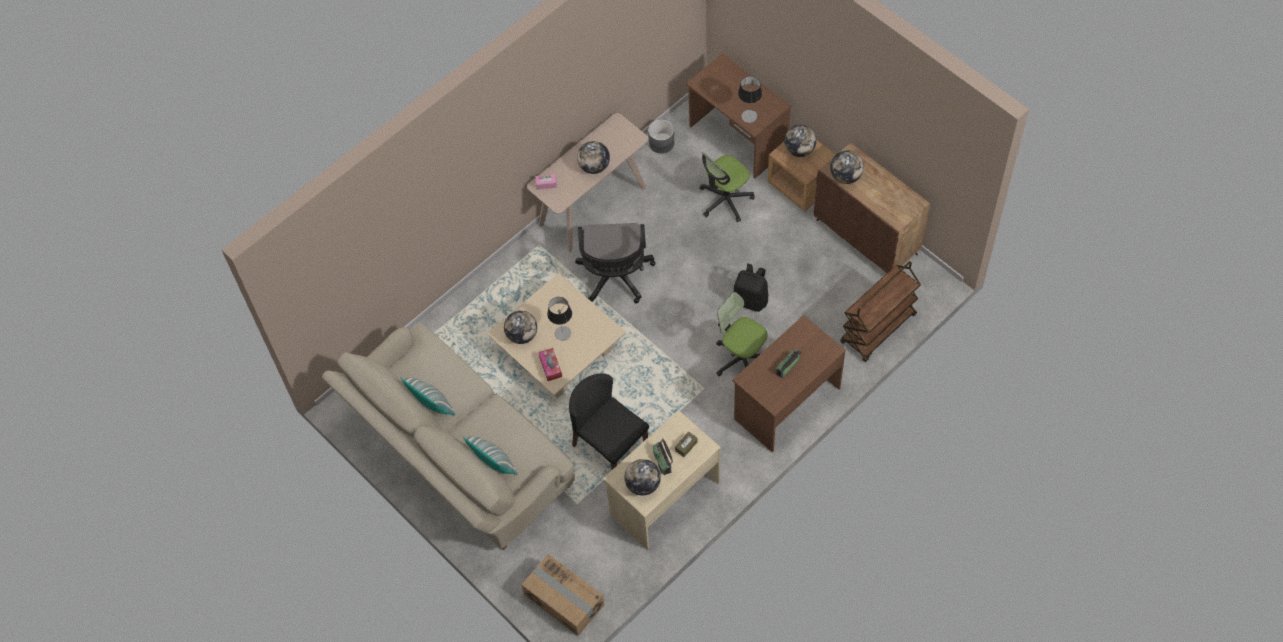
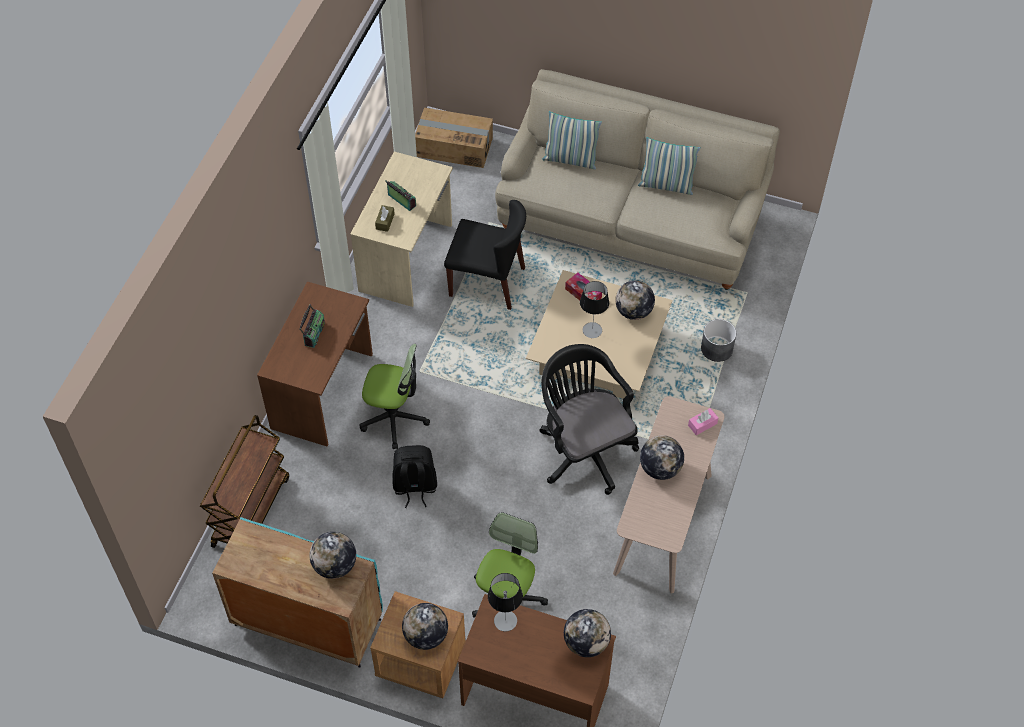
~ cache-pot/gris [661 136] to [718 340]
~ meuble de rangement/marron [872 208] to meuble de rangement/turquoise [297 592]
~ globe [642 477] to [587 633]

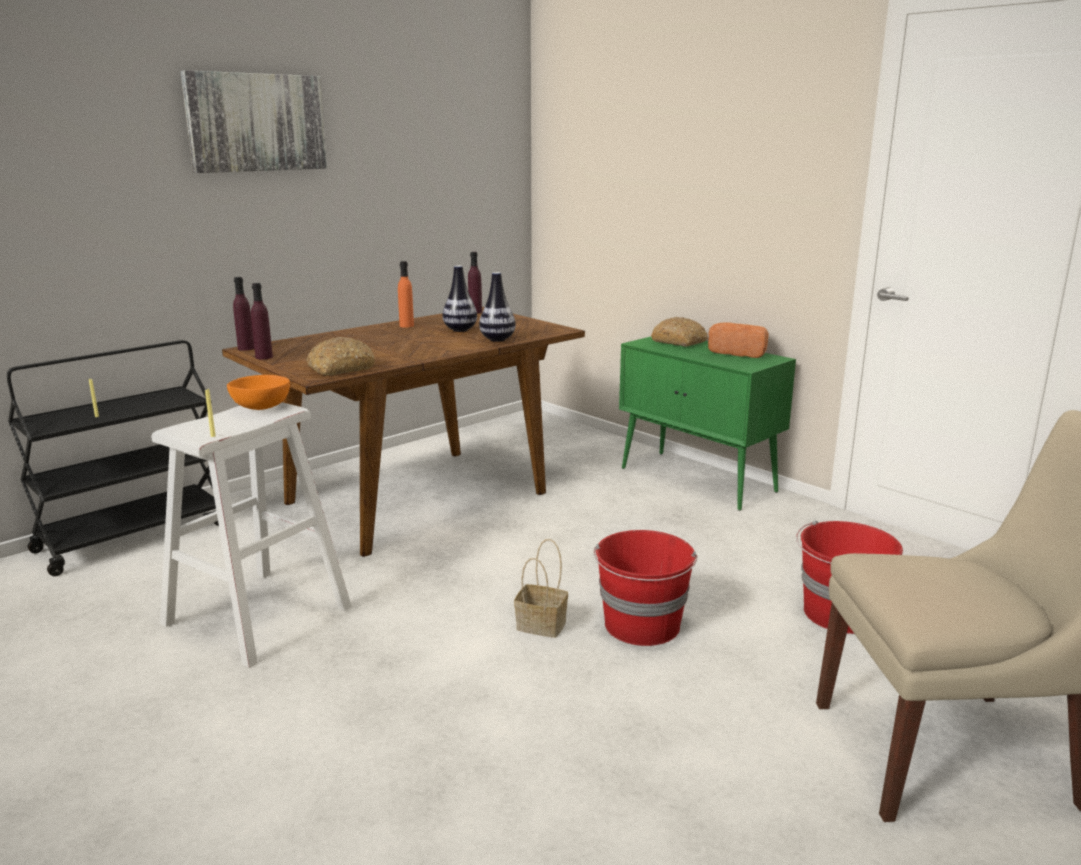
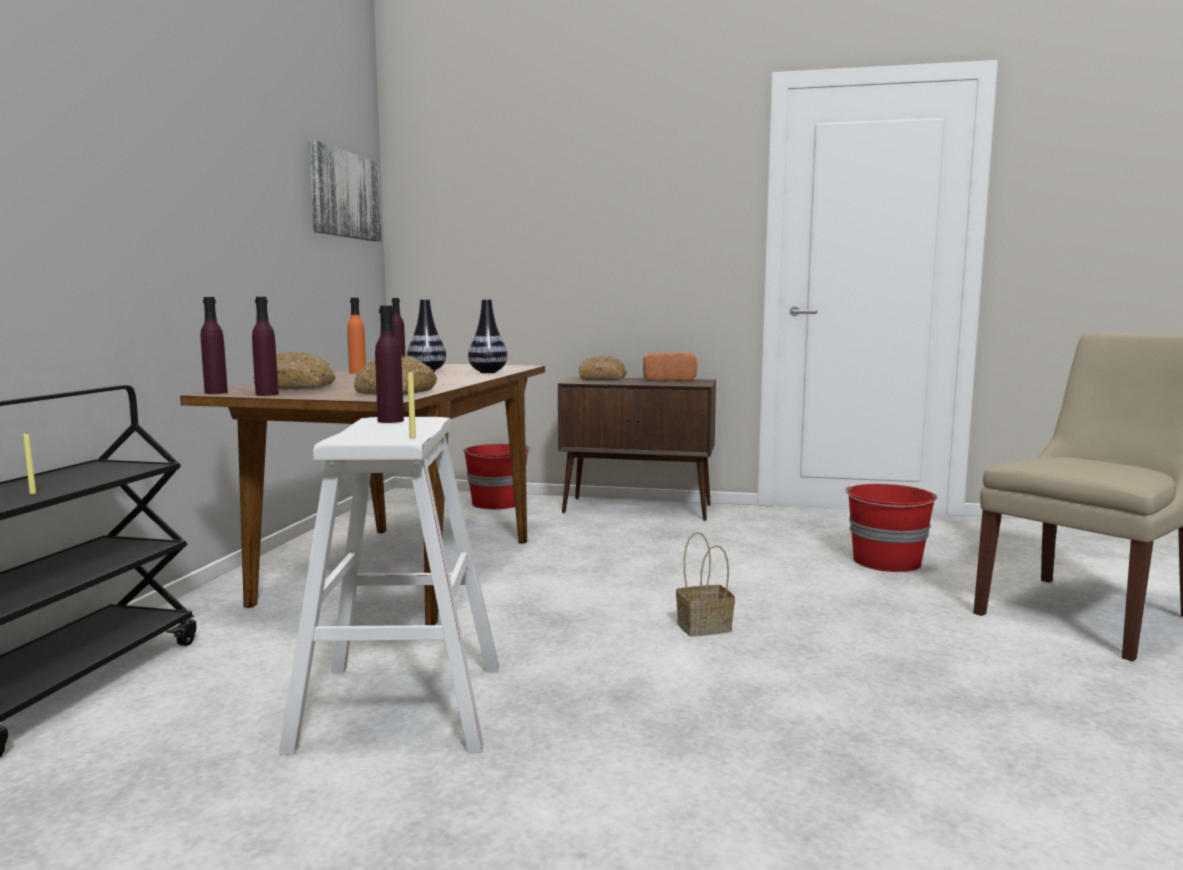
~ tableau [253 121] to [345 190]
~ meuble de rangement/vert [707 424] to meuble de rangement/marron [637 449]
~ bol/orange [258 392] to bouteille/violet [389 364]
~ seau/rouge [645 588] to [497 476]
+ pain [294 370]

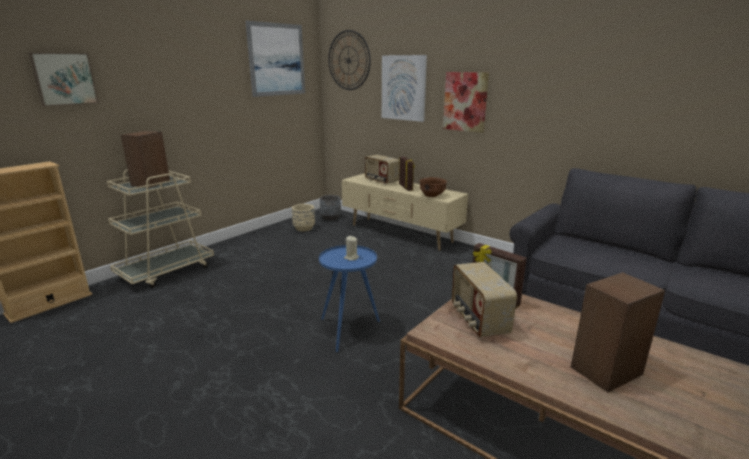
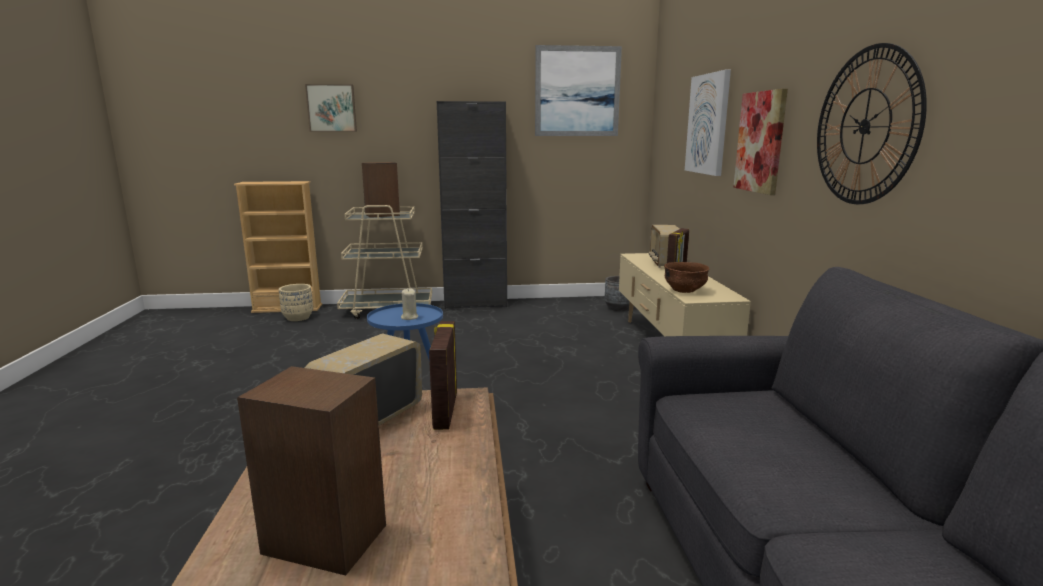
~ horloge murale [349 60] to [872 123]
~ cache-pot/beige [303 218] to [296 302]
+ meuble de rangement/noir [472 205]

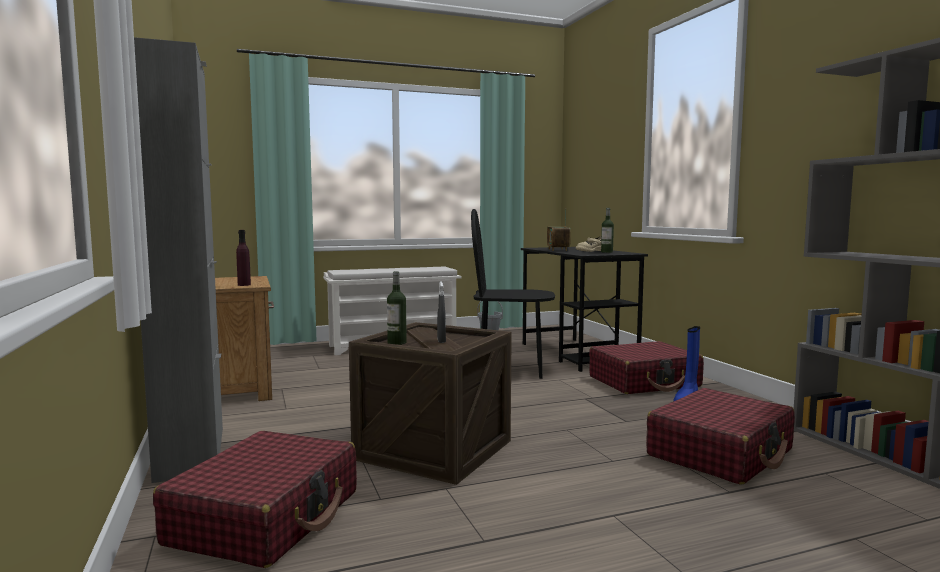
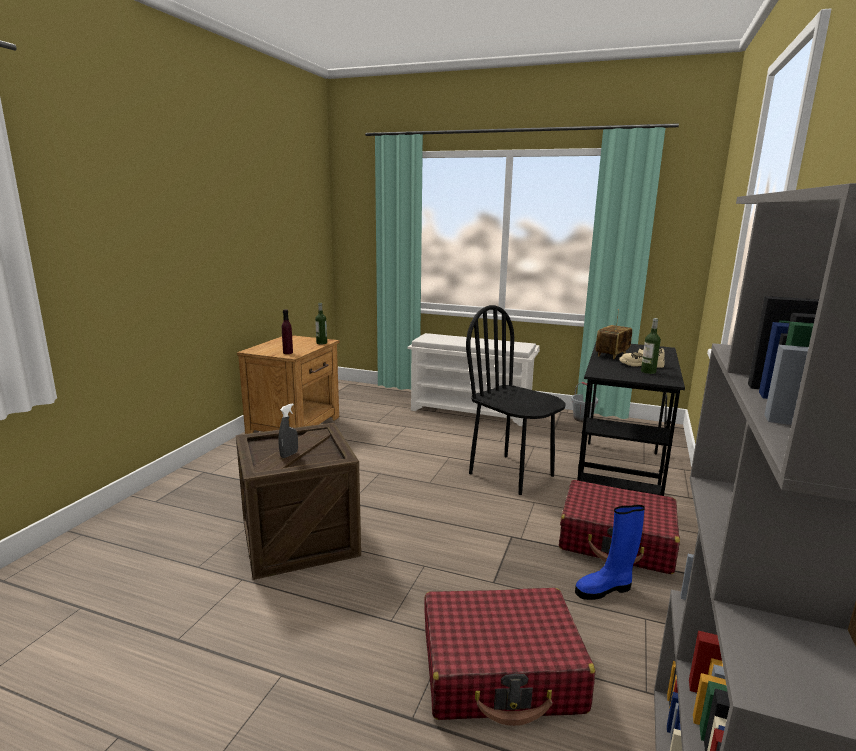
- meuble de rangement/gris [178 260]
~ bouteille [397 308] to [321 323]
- valise/rouge [255 499]

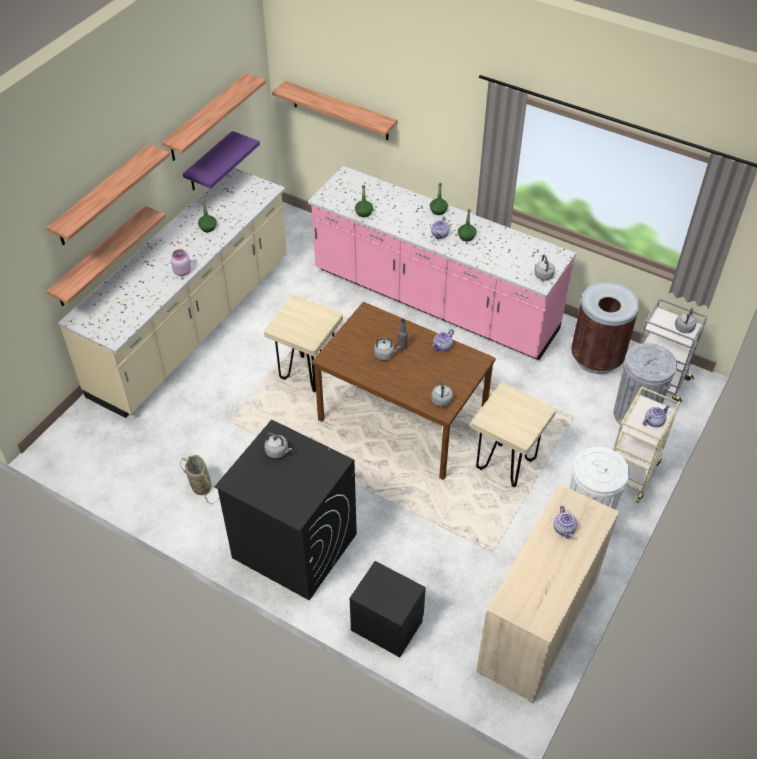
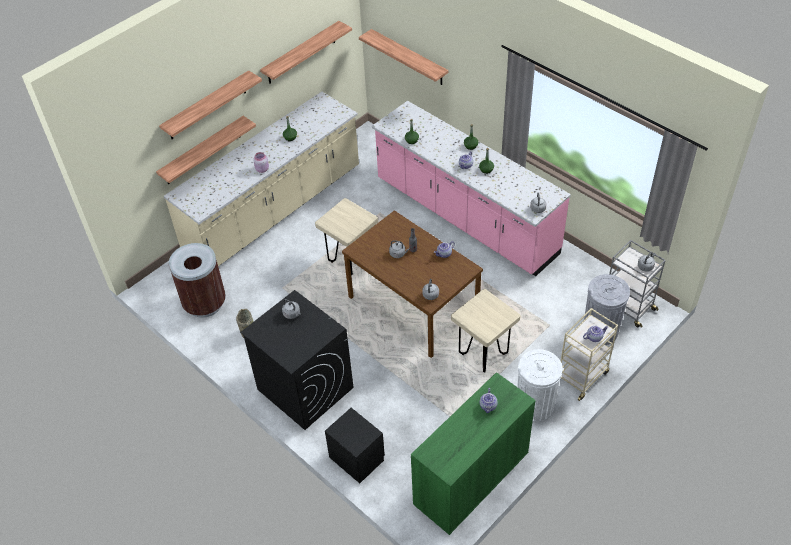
- étagère/violet [221 161]
~ poubelle/marron [605 327] to [197 280]
~ meuble de rangement/beige [547 593] to meuble de rangement/vert [473 453]

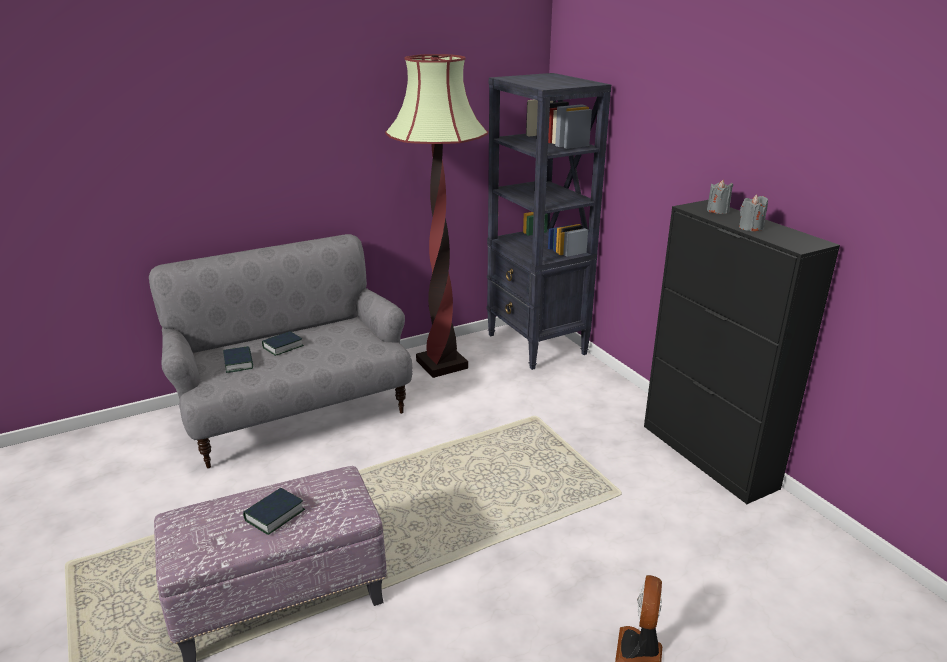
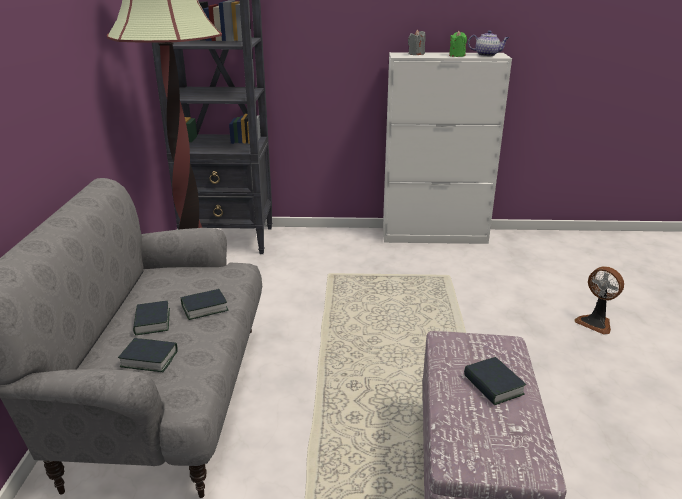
~ bougie/gris [753 213] to bougie/vert [458 44]
~ meuble de rangement/noir [742 352] to meuble de rangement/blanc [447 148]
+ théière [488 43]
+ livre [205 304]

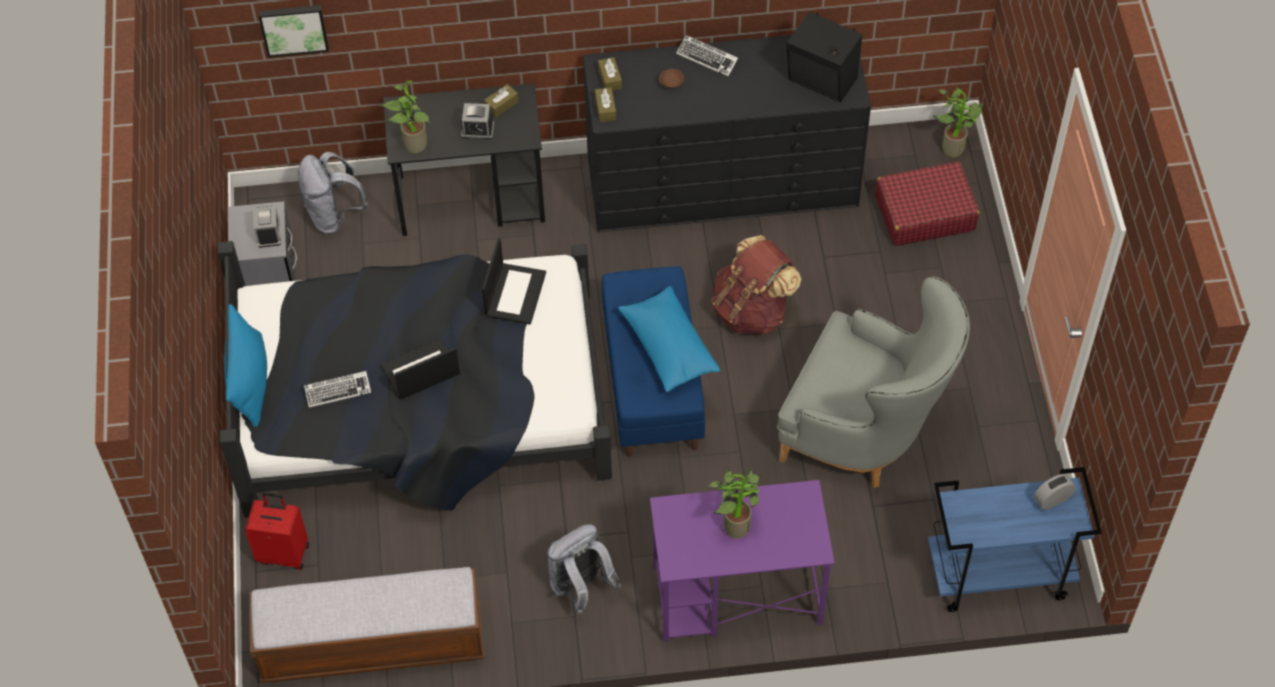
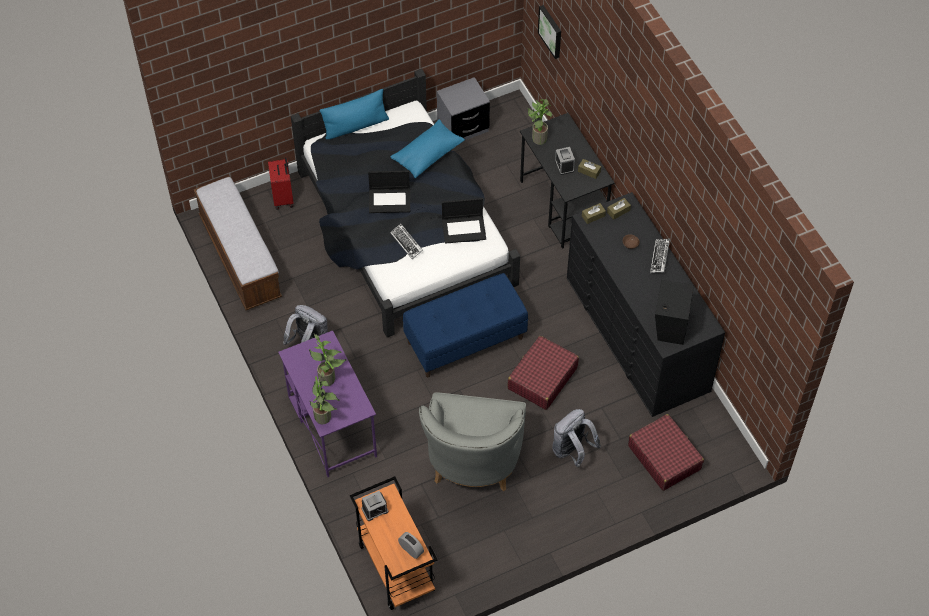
~ plante en pot [958 122] to [324 397]
~ sac à dos/gris [333 193] to [576 438]
~ réveil [267 227] to [375 506]
~ sac à dos/marron [756 285] to valise/rouge [543 373]
~ coussin/bleu [669 339] to [427 148]
~ ordinateur portable [420 369] = [389 192] 135 degrees clockwise
~ clavier [337 389] to [406 241]
~ chariot/bleu [1015 539] to chariot/orange [394 543]

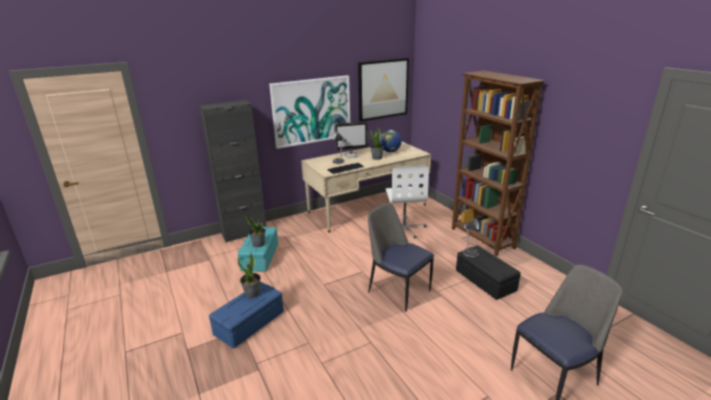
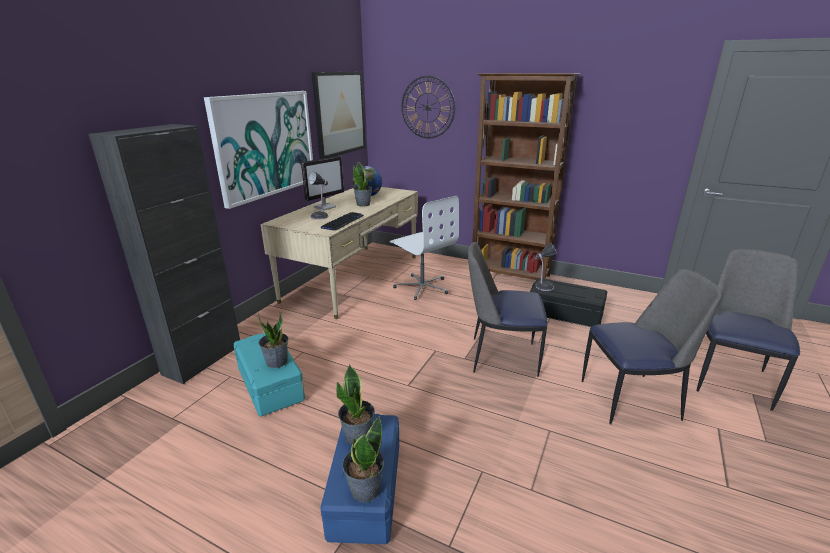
+ horloge murale [428 107]
+ chaise [652 347]
+ plante en pot [363 459]

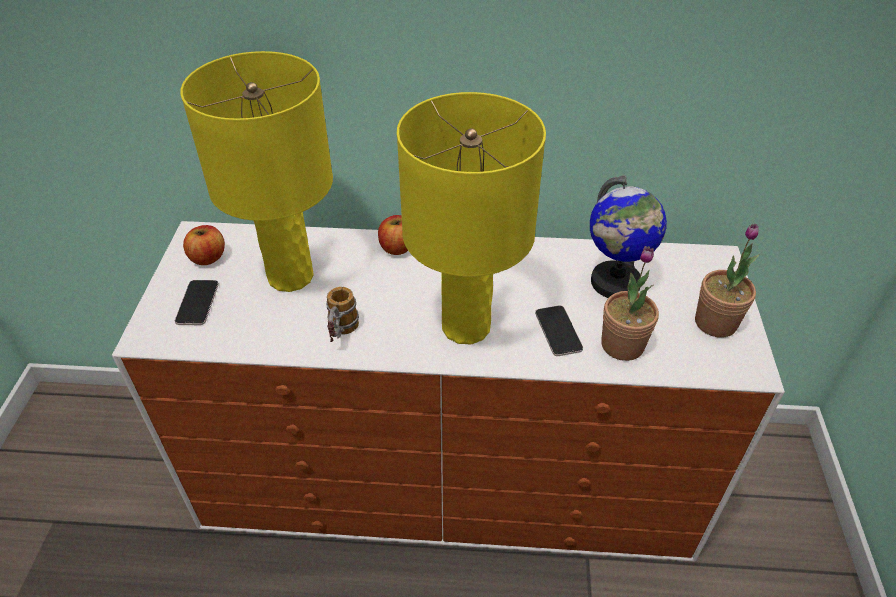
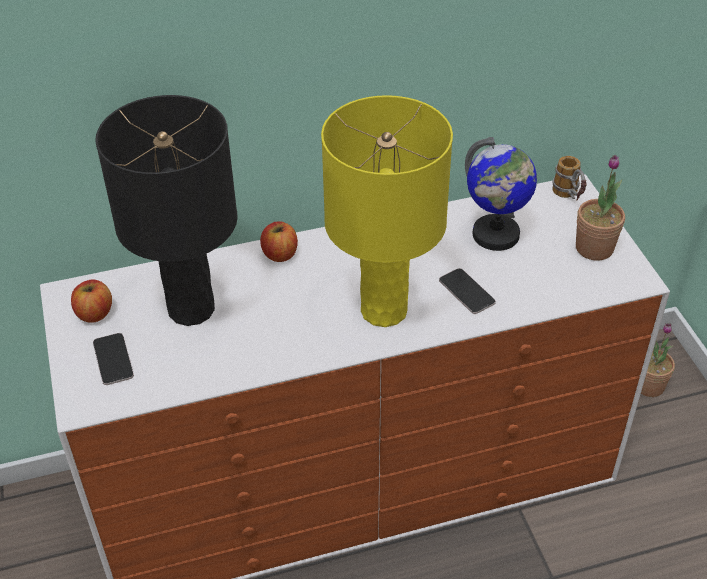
~ lampe de table/jaune [256 171] to lampe de table/noir [166 210]
~ plante en pot [630 303] to [658 360]
~ mug [342 314] to [569 178]

